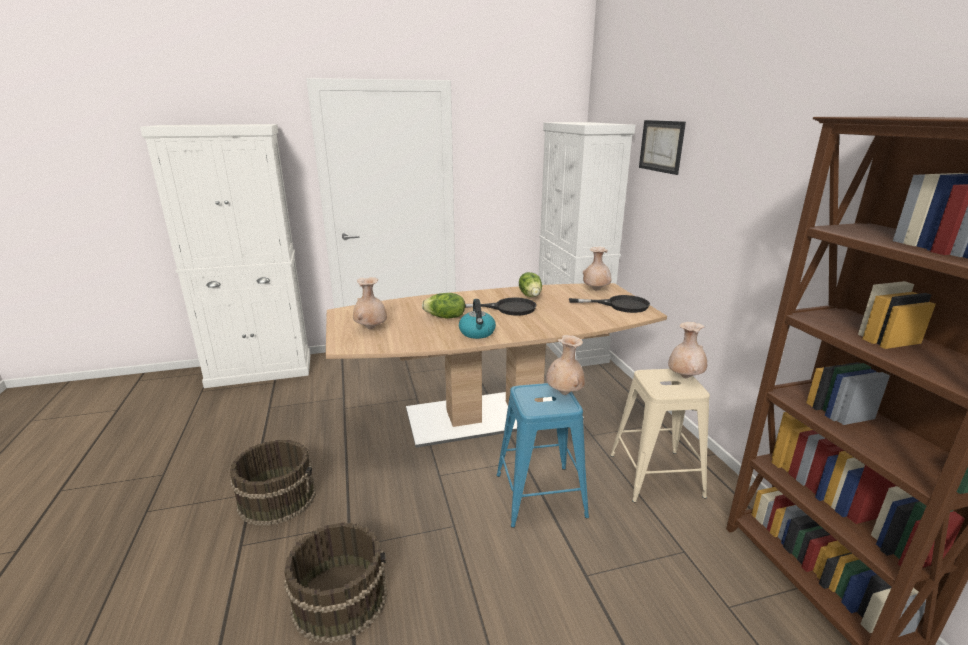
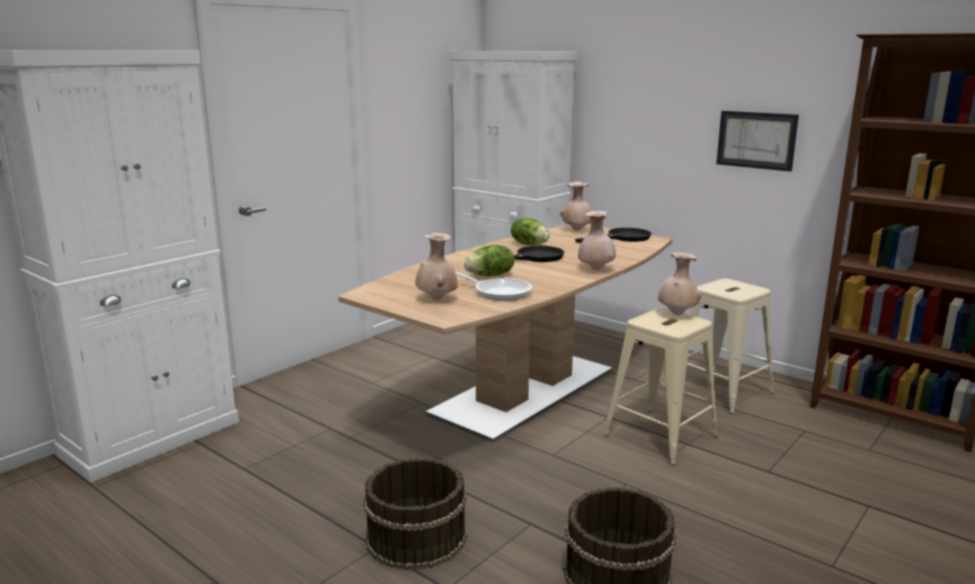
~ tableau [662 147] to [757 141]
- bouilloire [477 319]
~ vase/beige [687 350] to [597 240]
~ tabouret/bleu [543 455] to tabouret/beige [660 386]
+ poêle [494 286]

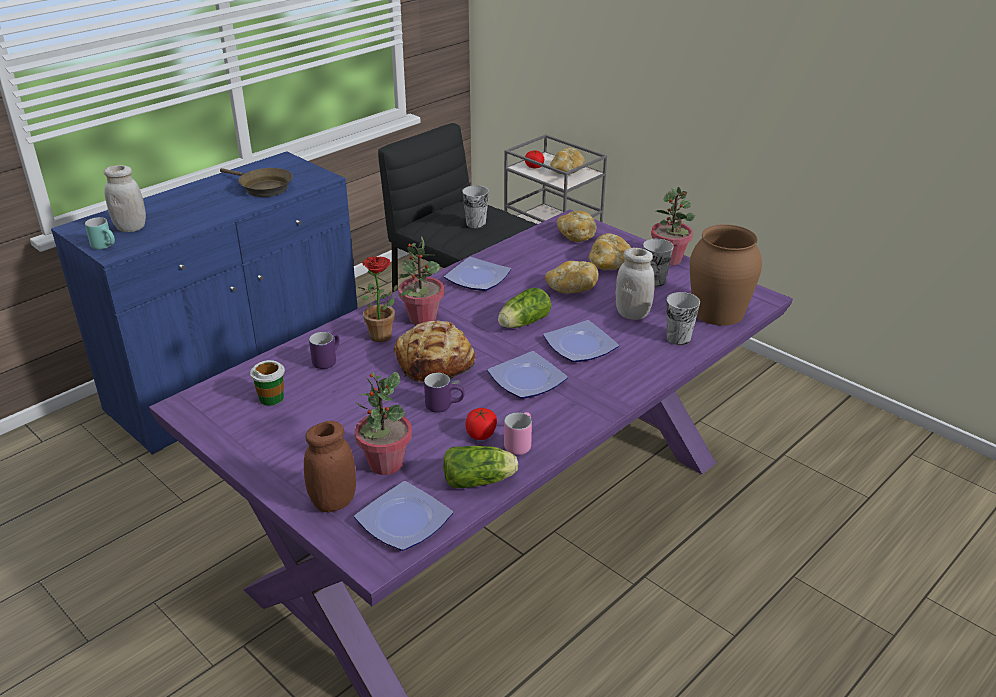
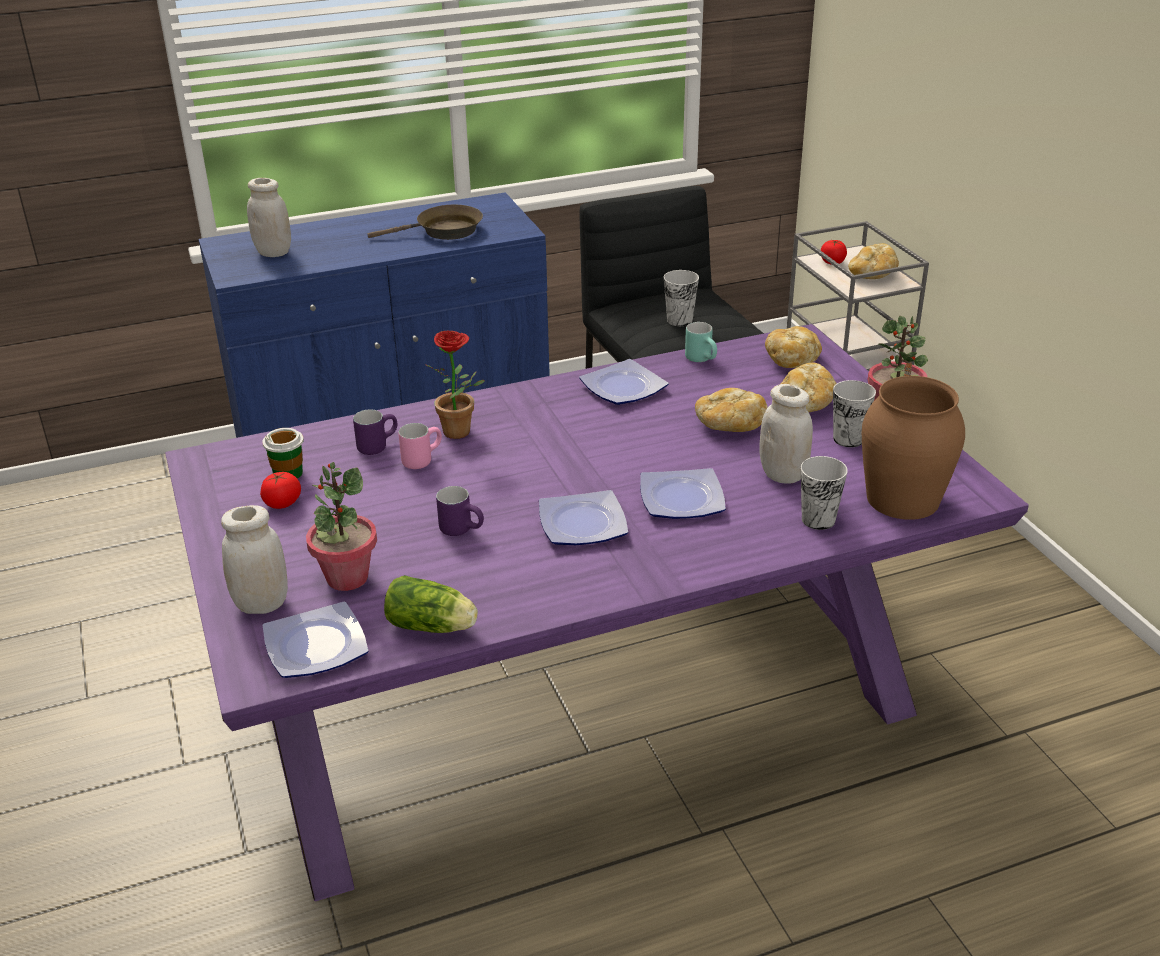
~ poêle/marron [256 182] = [425 222] 75 degrees counterclockwise
~ mug/turquoise [100 233] to [701 342]
- plante en pot [421 280]
- laitue [524 308]
- pain [435 352]
~ tomate [481 424] to [280 490]
~ mug/rose [518 433] to [420 446]
~ bocal/marron [330 467] to bocal/blanc [254 559]

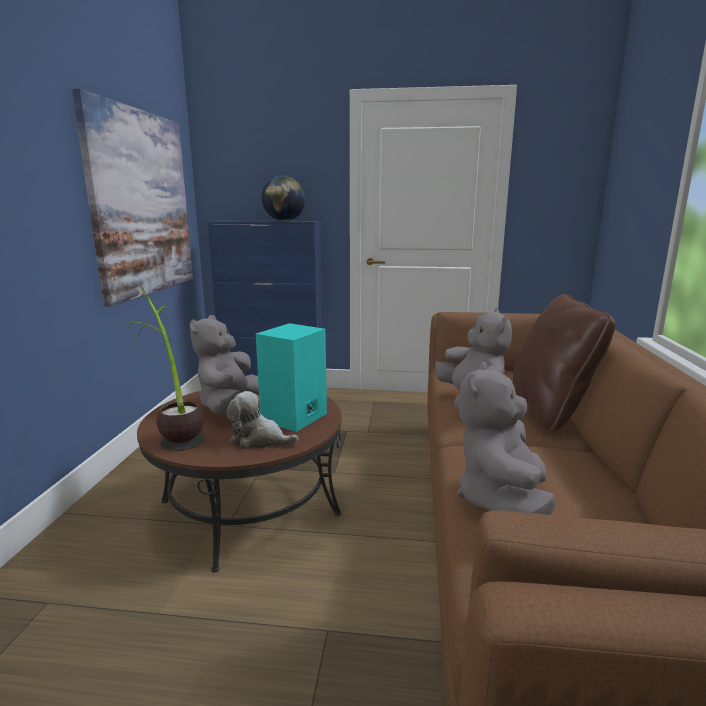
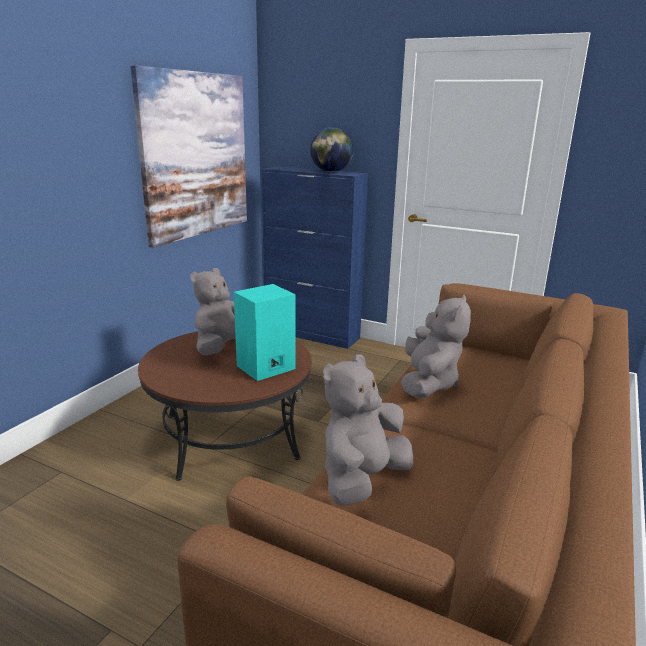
- plante en pot [165 367]
- coussin/marron [564 363]
- peluche [262 420]

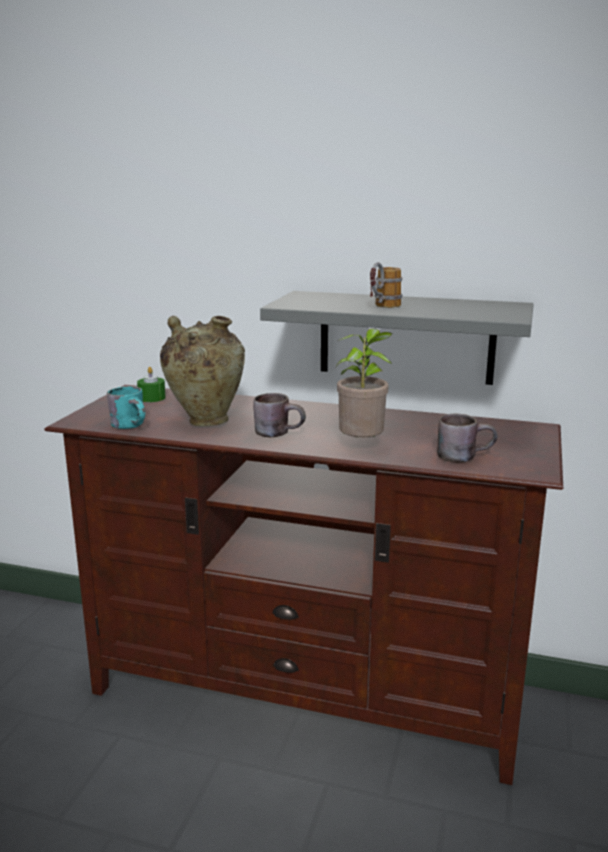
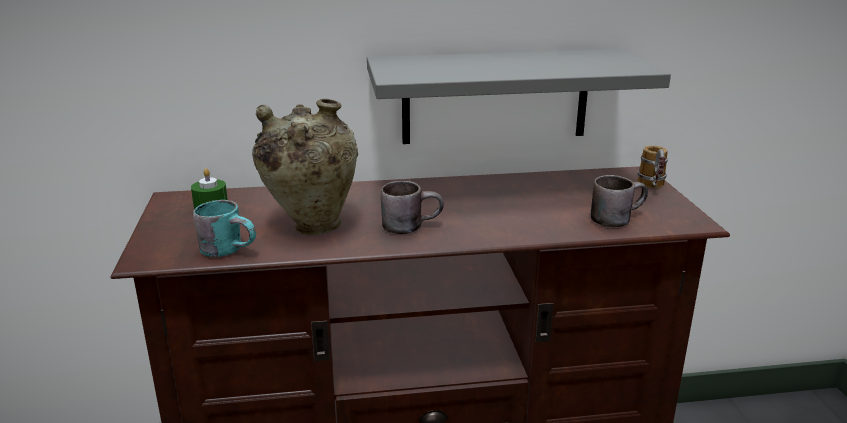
~ mug [386 285] to [653 167]
- plante en pot [364 383]

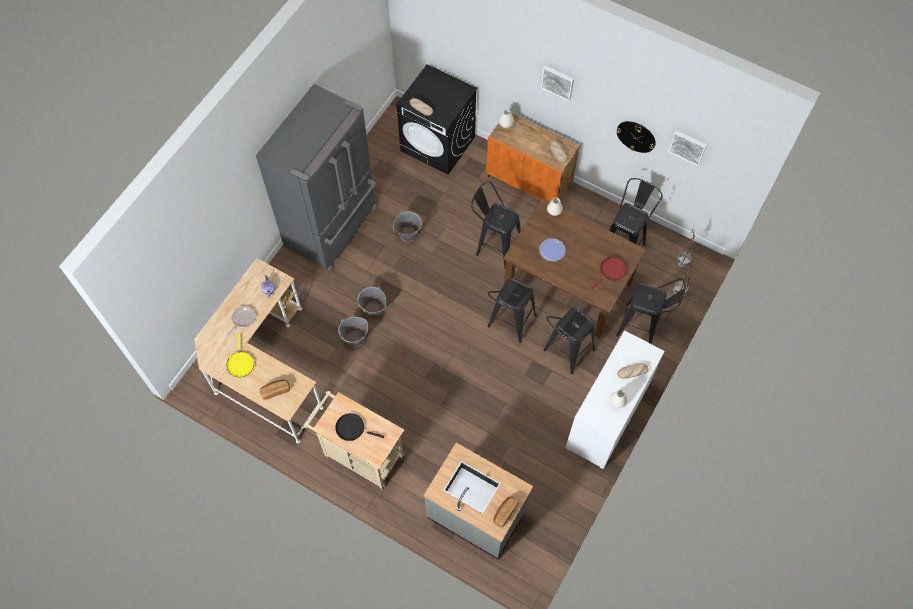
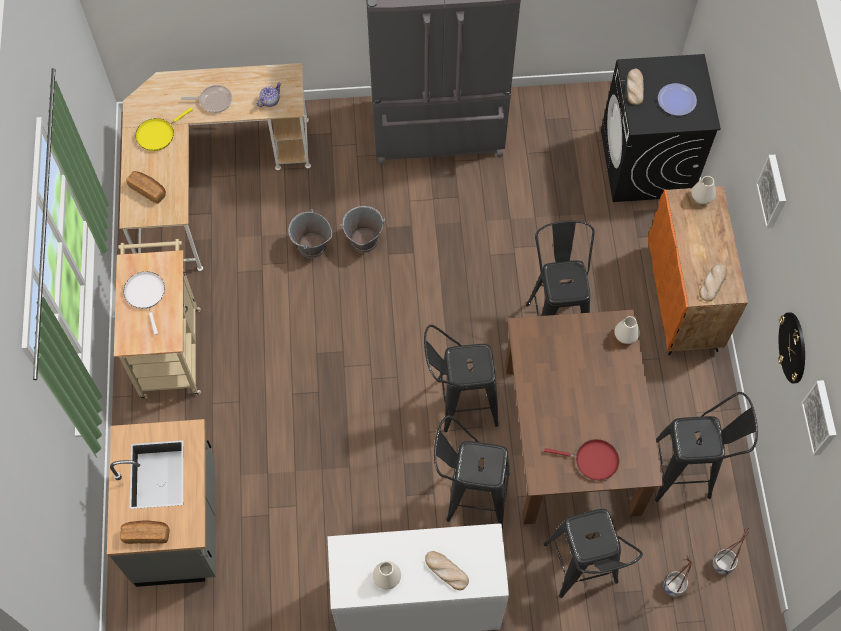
- seau/gris [407 227]
~ assiette [552 250] to [677 99]
~ poêle/noir [359 427] to poêle/blanc [144 303]

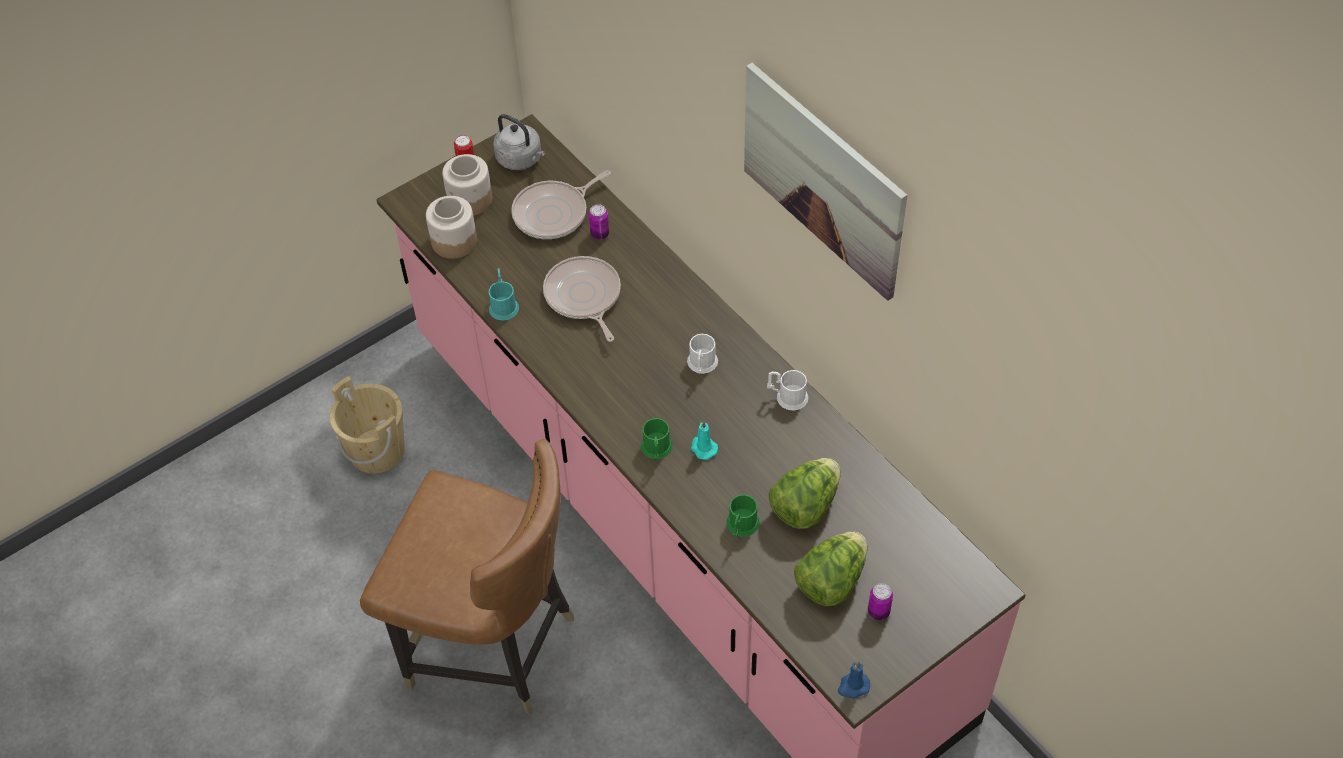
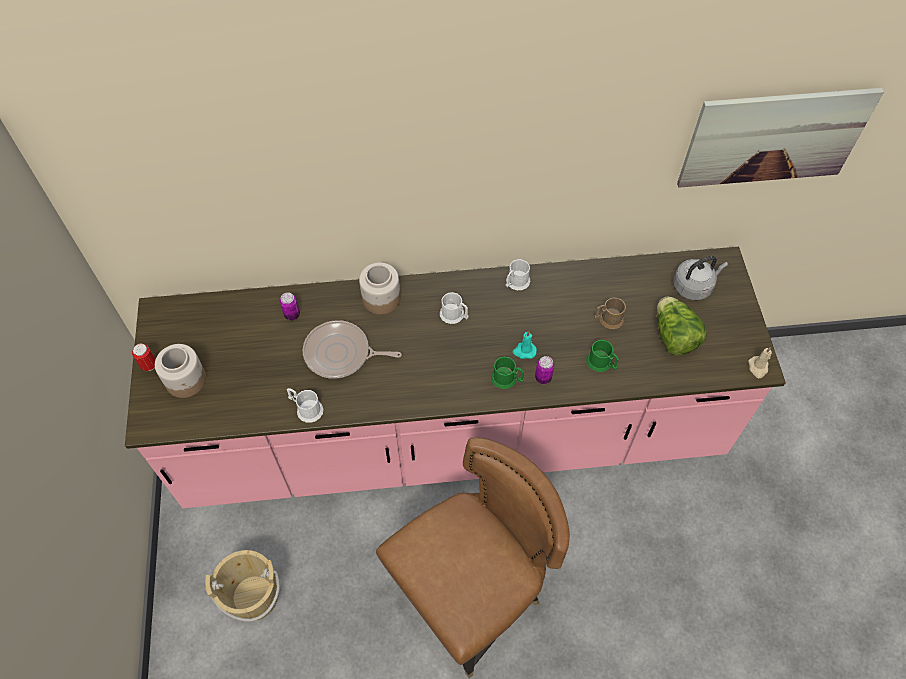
~ tableau [825 182] to [780 138]
~ bouilloire/gris [519 142] to [700 278]
- poêle [561 204]
~ bocal [451 227] to [380 288]
~ mug/turquoise [504 294] to mug/blanc [305 405]
~ laitue [805 493] to mug/marron [610 313]
~ boîte métallique [880 601] to [544 370]
~ bougie/bleu [854 679] to bougie/beige [760 362]

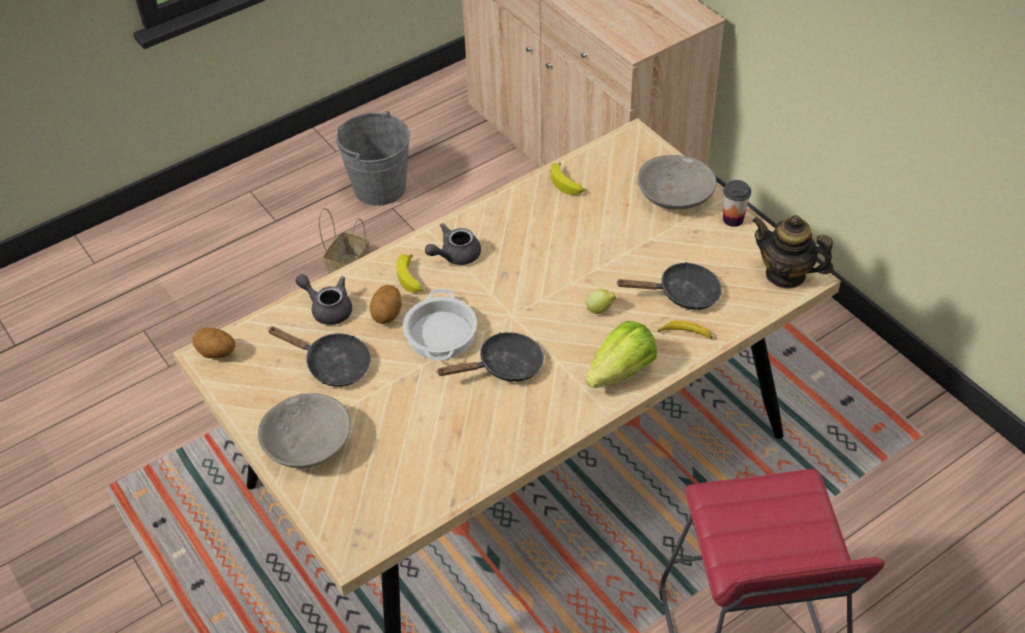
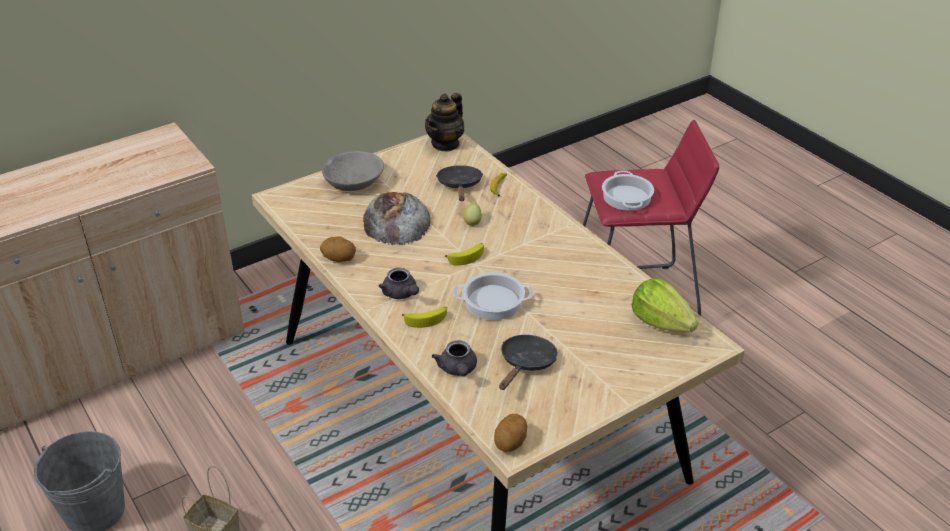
~ banane [568 179] to [464 254]
- tasse [737 203]
~ théière/gris [323 299] = [454 358] 45 degrees counterclockwise
~ pomme de terre [386 304] to [338 249]
~ laitue [621 354] to [665 305]
- poêle/noir [490 357]
- bol/gris [304 430]
+ marmite [628 191]
+ pain [397 218]

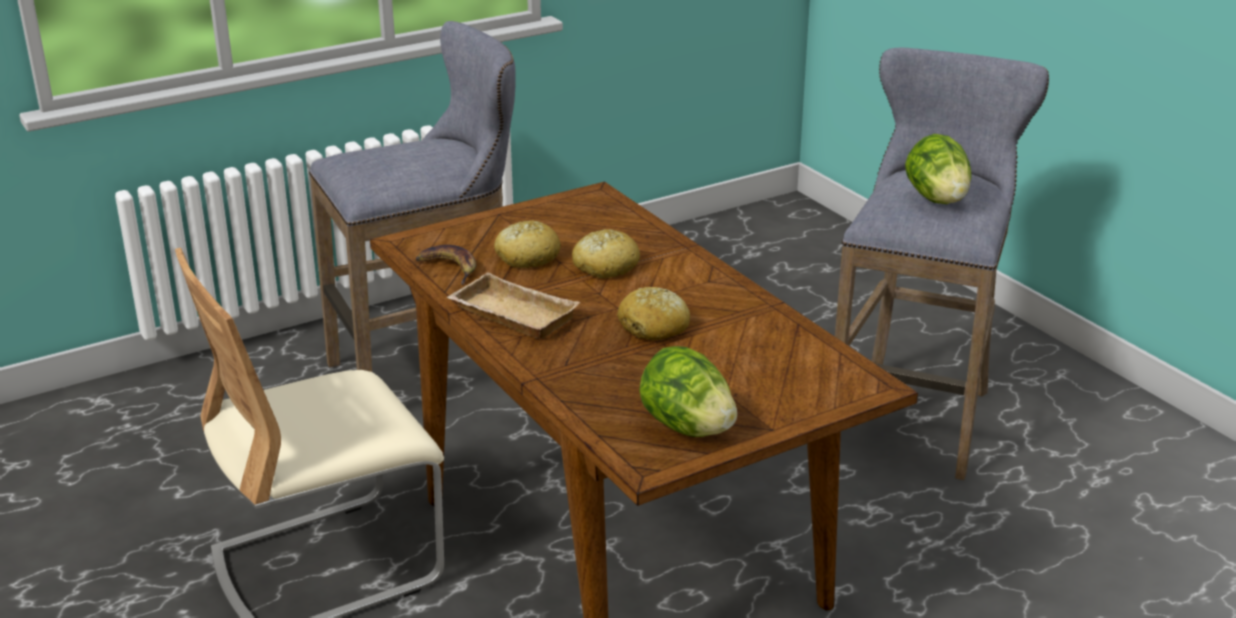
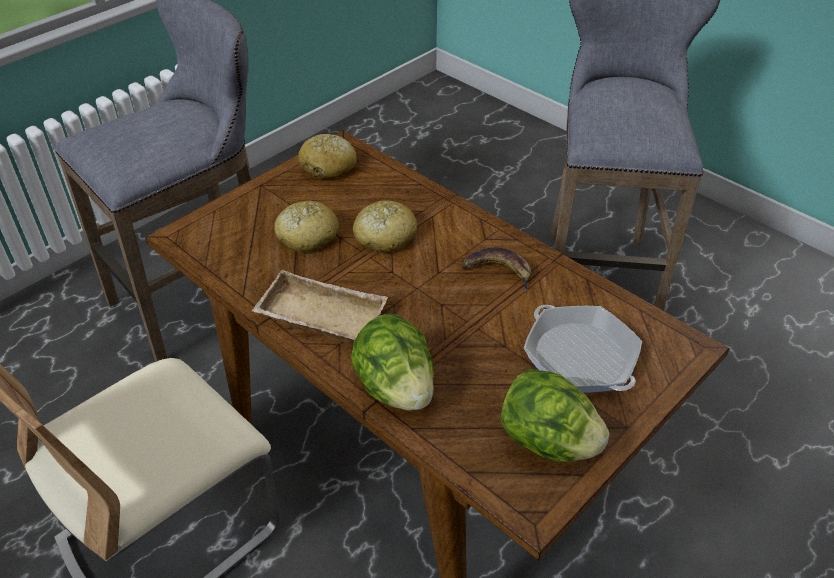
~ laitue [938 169] to [392 362]
~ banane [446 265] to [496 270]
~ pain [653 313] to [327 156]
+ poêle [583 349]

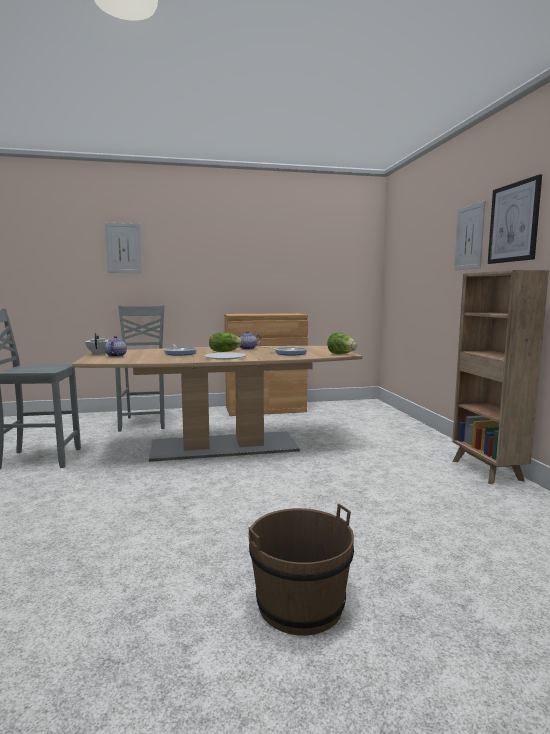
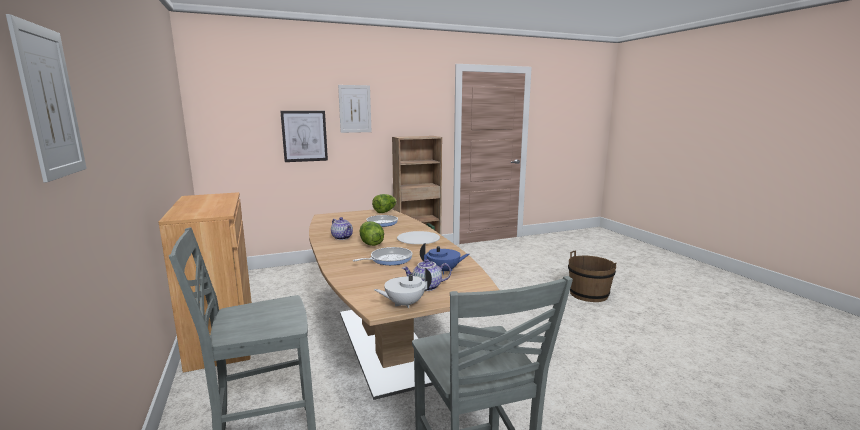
~ tableau [515 219] to [304 136]
+ théière/bleu [445 258]

